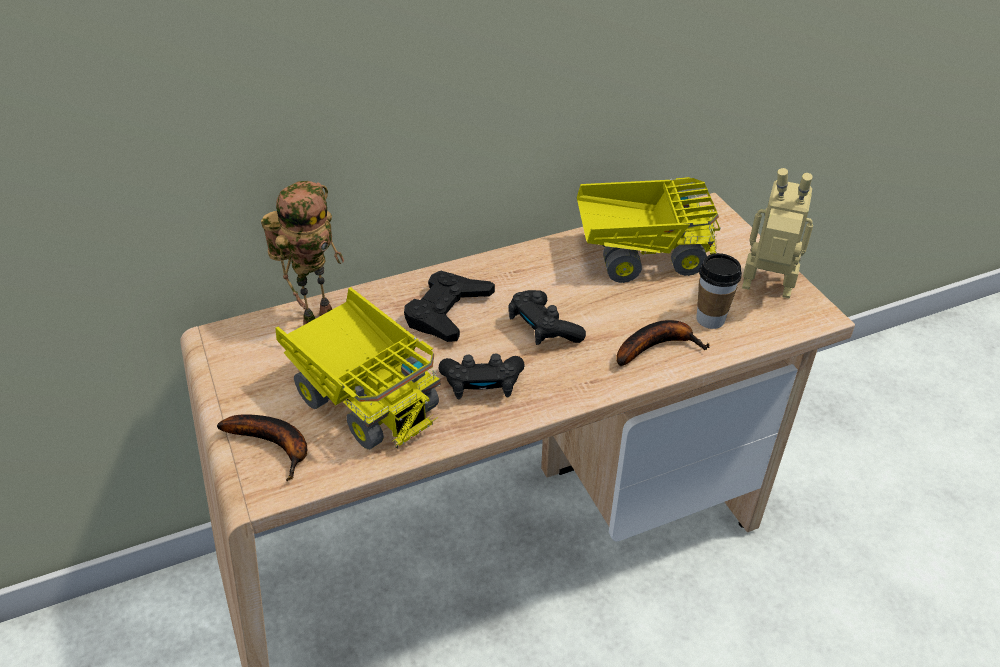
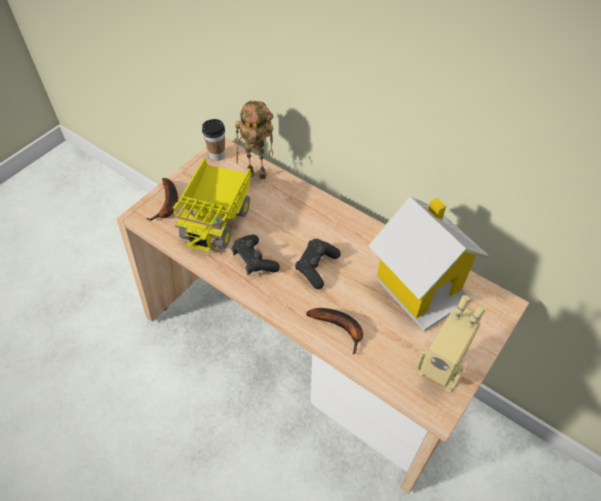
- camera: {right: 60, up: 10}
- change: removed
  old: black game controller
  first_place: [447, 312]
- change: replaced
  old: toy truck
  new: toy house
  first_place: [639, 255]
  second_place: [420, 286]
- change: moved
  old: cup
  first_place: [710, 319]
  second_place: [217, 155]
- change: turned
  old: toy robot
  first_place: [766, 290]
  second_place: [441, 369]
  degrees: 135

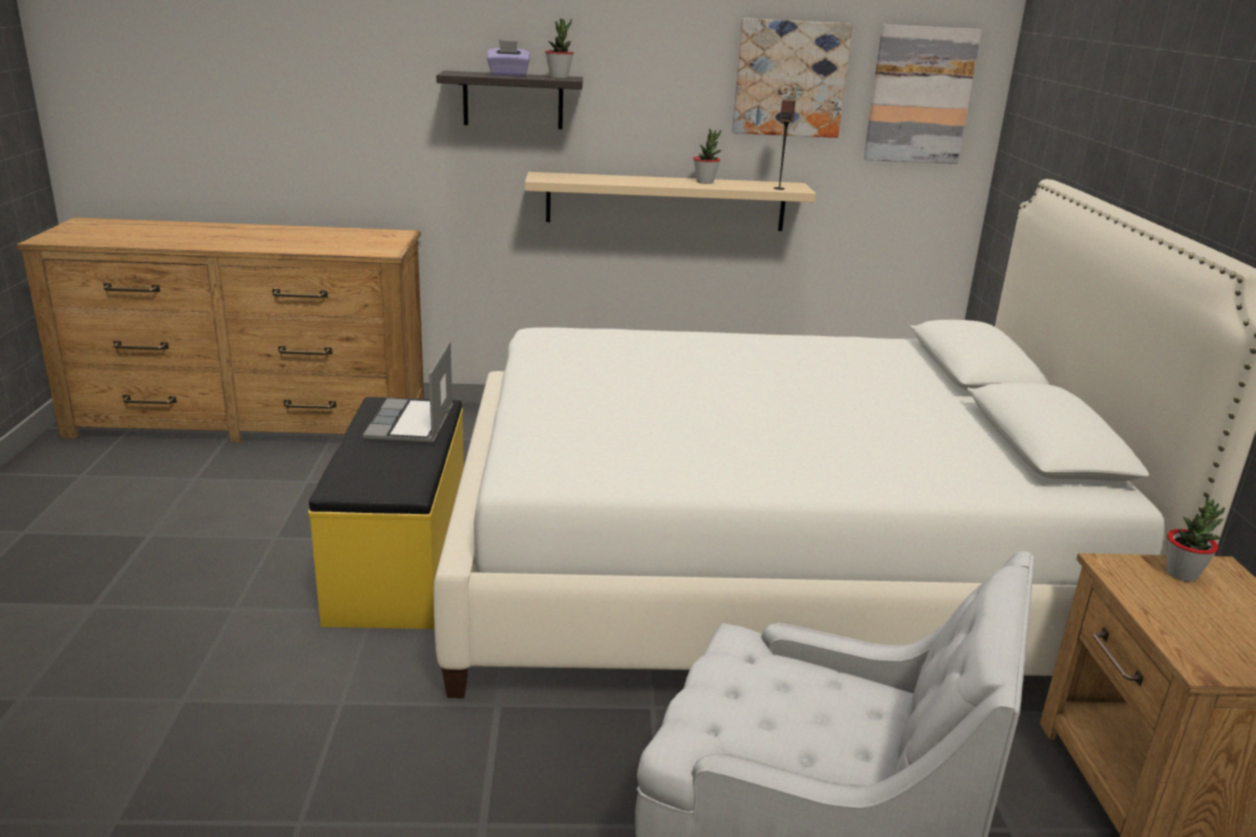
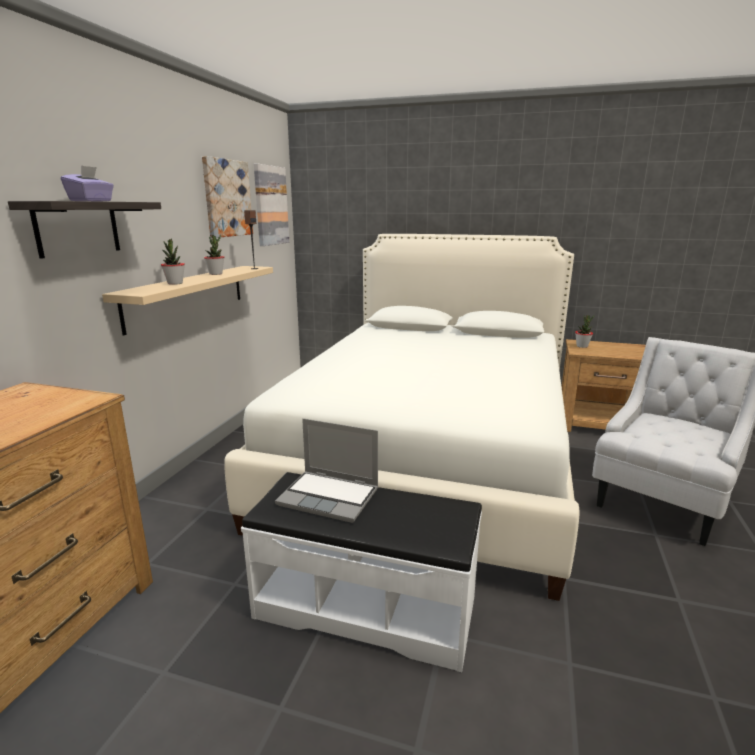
- camera: {right: -70, up: -5}
- change: recoloured
  old: yellow bench
  new: white bench
  first_place: [402, 559]
  second_place: [366, 606]
- change: moved
  old: potted plant
  first_place: [559, 77]
  second_place: [175, 283]

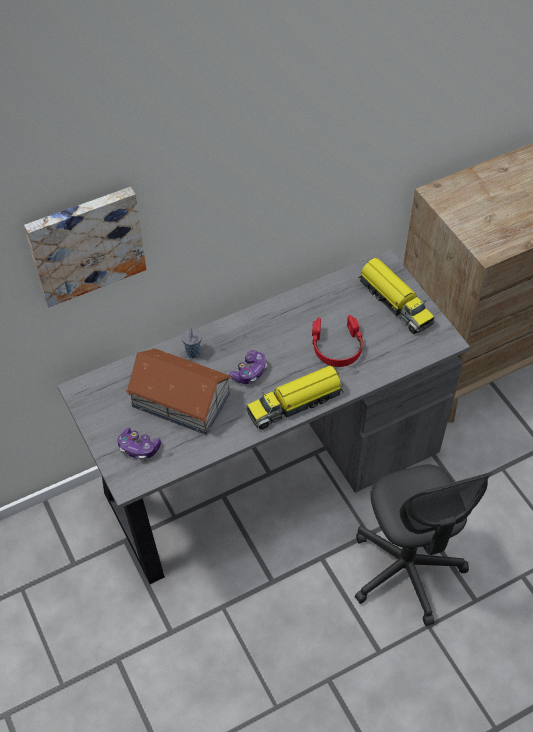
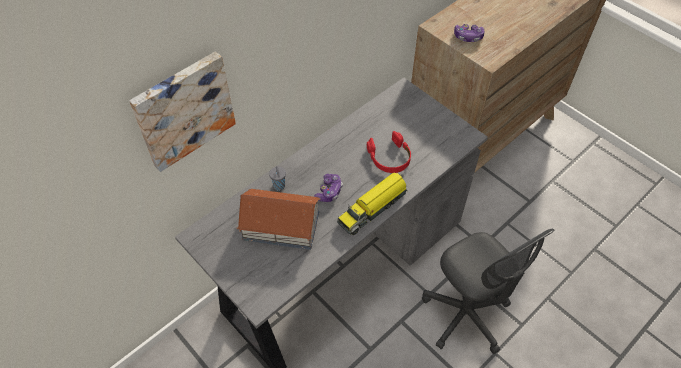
- camera: {right: -15, up: 0}
- change: moved
  old: game controller
  first_place: [138, 448]
  second_place: [468, 37]
- change: removed
  old: toy truck
  first_place: [394, 302]

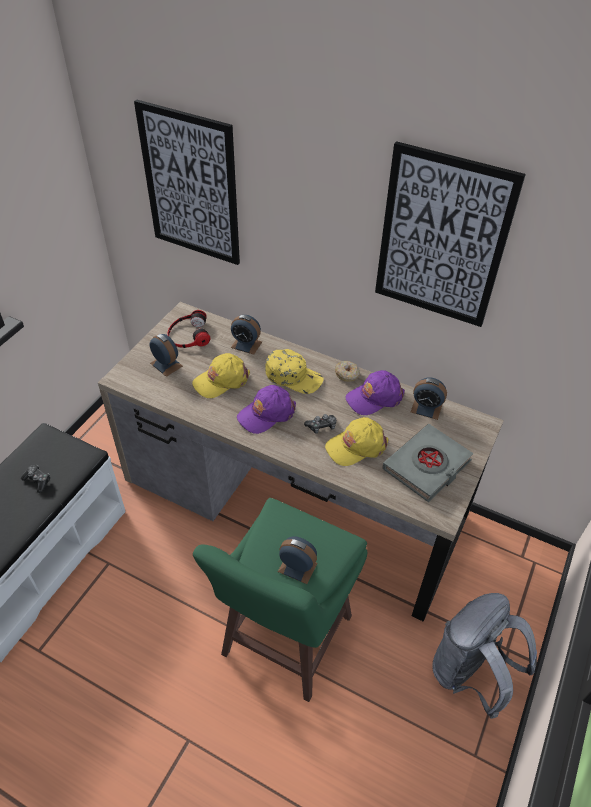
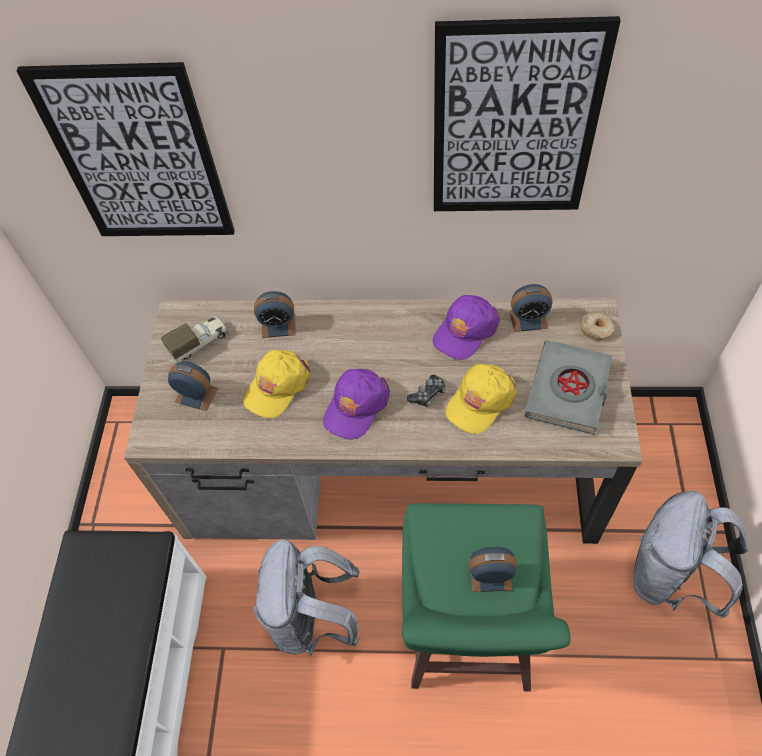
- camera: {right: -20, up: 10}
- change: removed
  old: game controller
  first_place: [38, 481]
- change: replaced
  old: headphones
  new: toy truck
  first_place: [188, 335]
  second_place: [199, 342]
- change: removed
  old: yellow cap
  first_place: [294, 376]
- change: moved
  old: donut
  first_place: [347, 374]
  second_place: [596, 329]
- change: added
  new: grey backpack
  second_place: [313, 618]

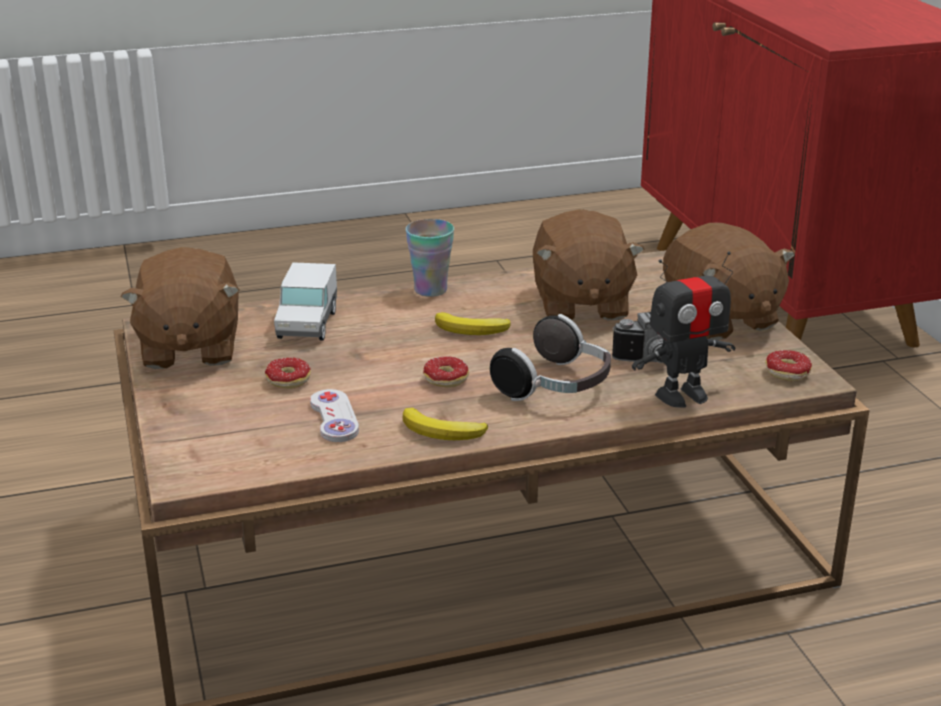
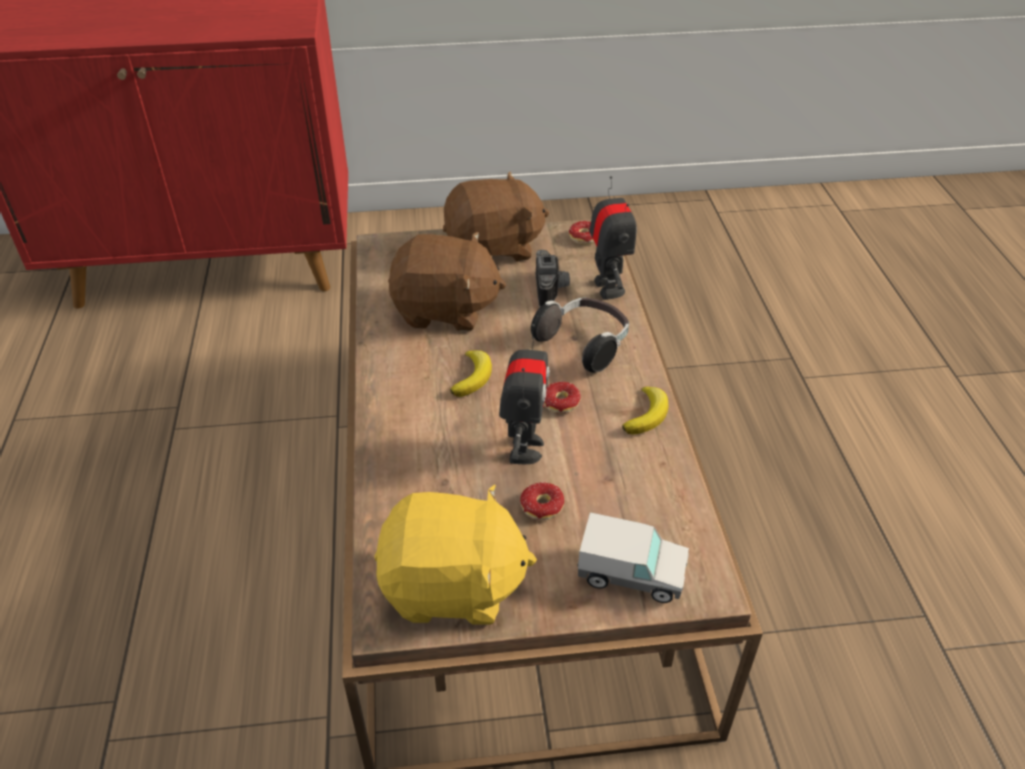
- camera: {right: -80, up: 15}
- change: recoloured
  old: brown plush toy
  new: yellow plush toy
  first_place: [189, 348]
  second_place: [453, 586]
- change: moved
  old: toy truck
  first_place: [307, 324]
  second_place: [631, 574]
- change: removed
  old: white game controller
  first_place: [334, 418]
- change: removed
  old: cup
  first_place: [430, 290]
- change: added
  new: toy robot
  second_place: [524, 448]

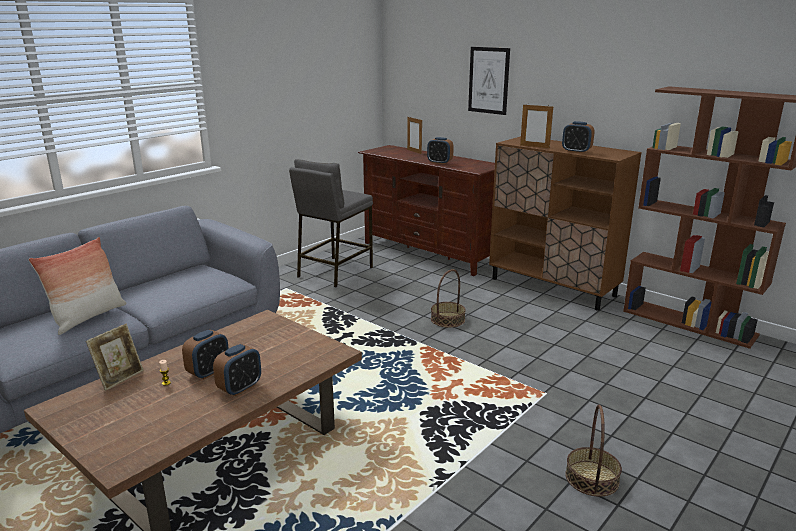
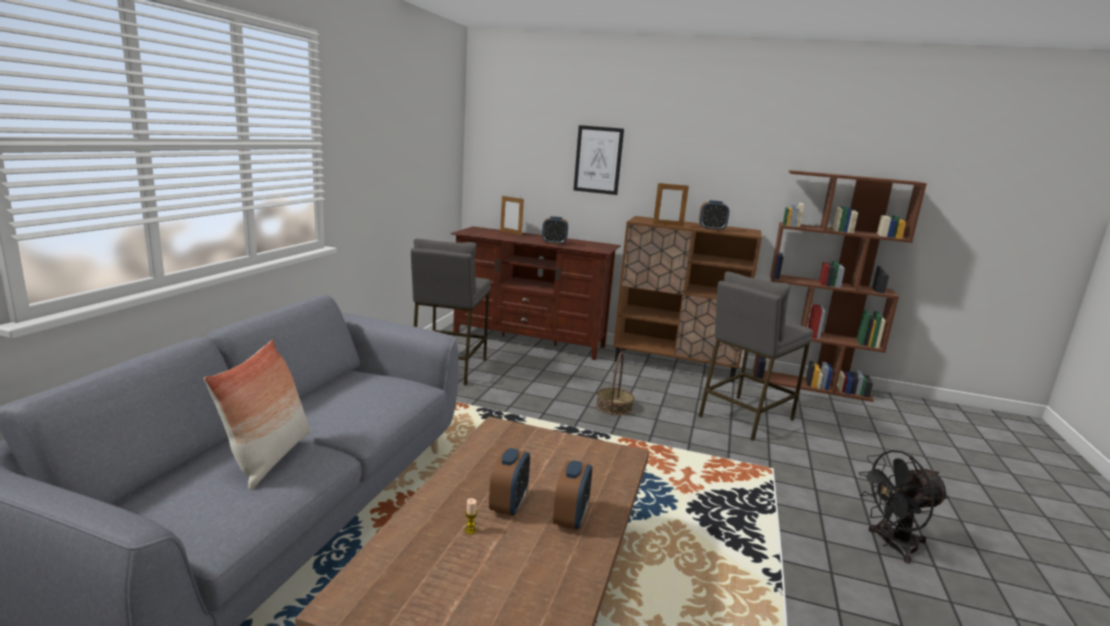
- camera: {right: -25, up: -5}
- change: removed
  old: picture frame
  first_place: [120, 378]
- change: replaced
  old: basket
  new: black fan
  first_place: [592, 478]
  second_place: [891, 545]
- change: added
  new: grey stool
  second_place: [744, 417]

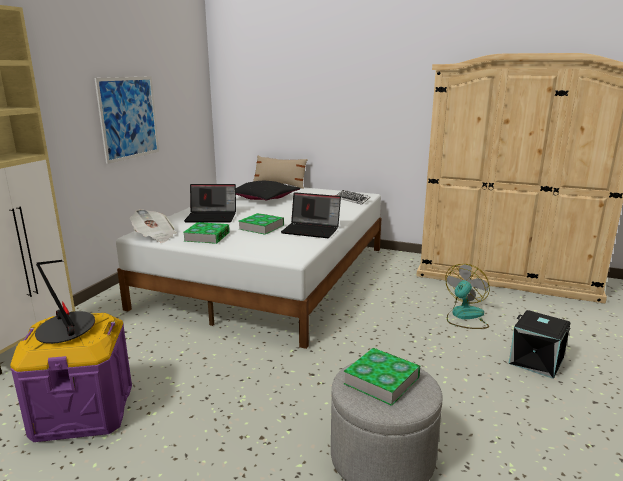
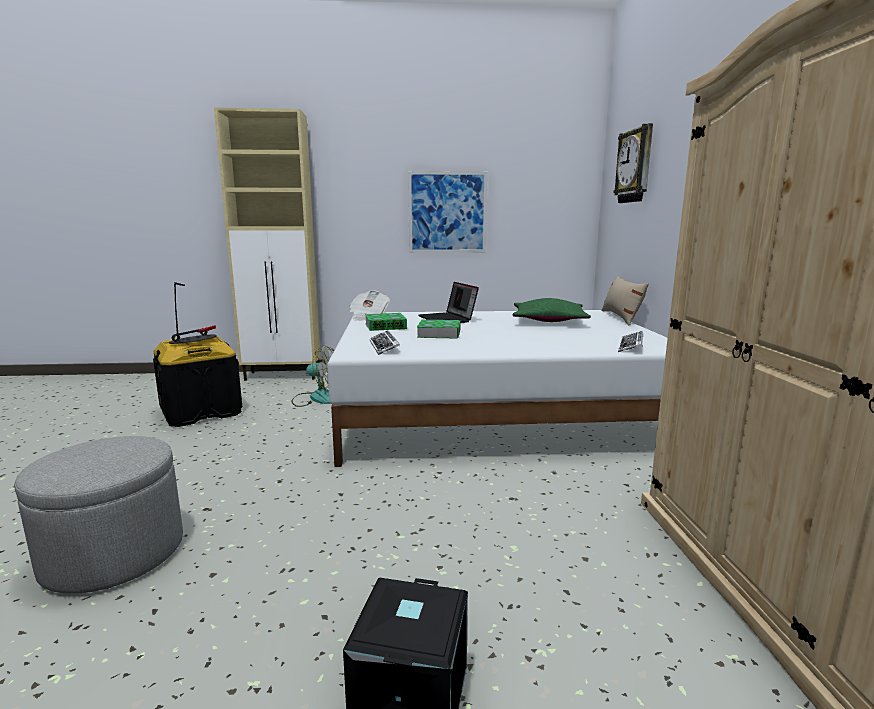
- camera: {right: 65, up: -5}
- change: recoloured
  old: purple storage box
  new: black storage box
  first_place: [83, 410]
  second_place: [201, 412]
- change: recoloured
  old: black pillow
  new: green pillow
  first_place: [263, 198]
  second_place: [548, 321]
- change: removed
  old: laptop
  first_place: [312, 230]
- change: removed
  old: book
  first_place: [381, 380]
- change: moved
  old: fan
  first_place: [464, 316]
  second_place: [316, 398]
- change: added
  new: keyboard
  second_place: [384, 346]
- change: added
  new: wall clock
  second_place: [635, 166]

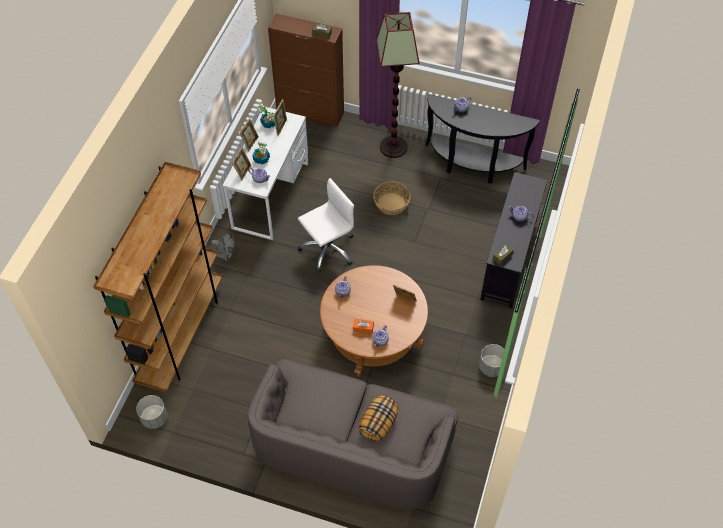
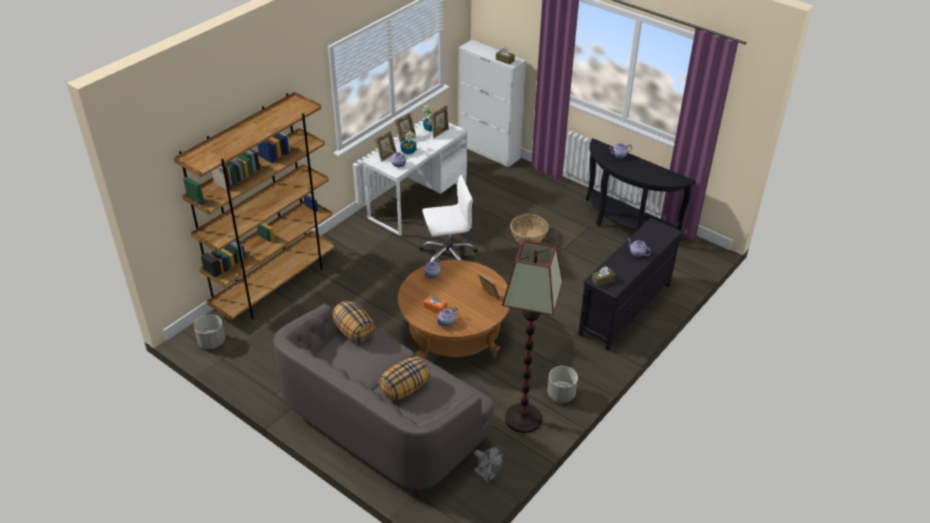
- camera: {right: 20, up: -15}
- change: moved
  old: grey fan
  first_place: [226, 256]
  second_place: [487, 476]
- change: recoloured
  old: brown cabinet
  new: white cabinet
  first_place: [310, 112]
  second_place: [489, 151]
- change: moved
  old: floor lamp
  first_place: [393, 147]
  second_place: [523, 418]
- change: added
  new: pillow
  second_place: [354, 332]

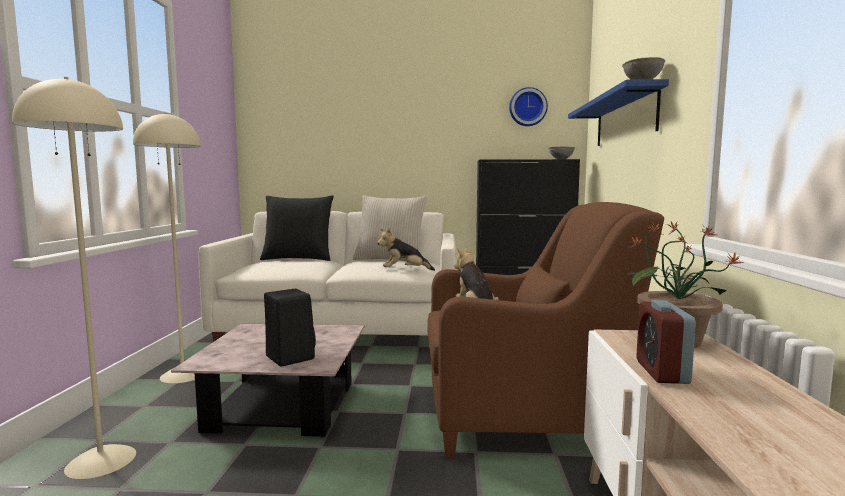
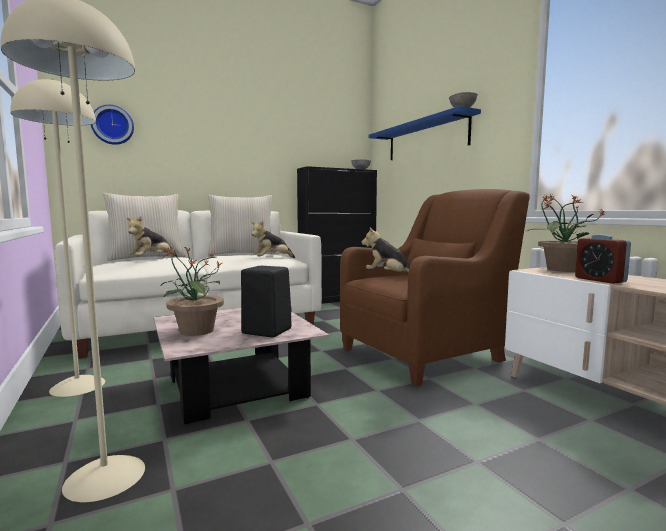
- camera: {right: -30, up: 0}
- change: recoloured
  old: black pillow
  new: beige pillow
  first_place: [298, 259]
  second_place: [146, 258]
- change: moved
  old: wall clock
  first_place: [527, 107]
  second_place: [112, 125]
- change: added
  new: plush toy
  second_place: [152, 259]
- change: added
  new: potted plant
  second_place: [195, 331]

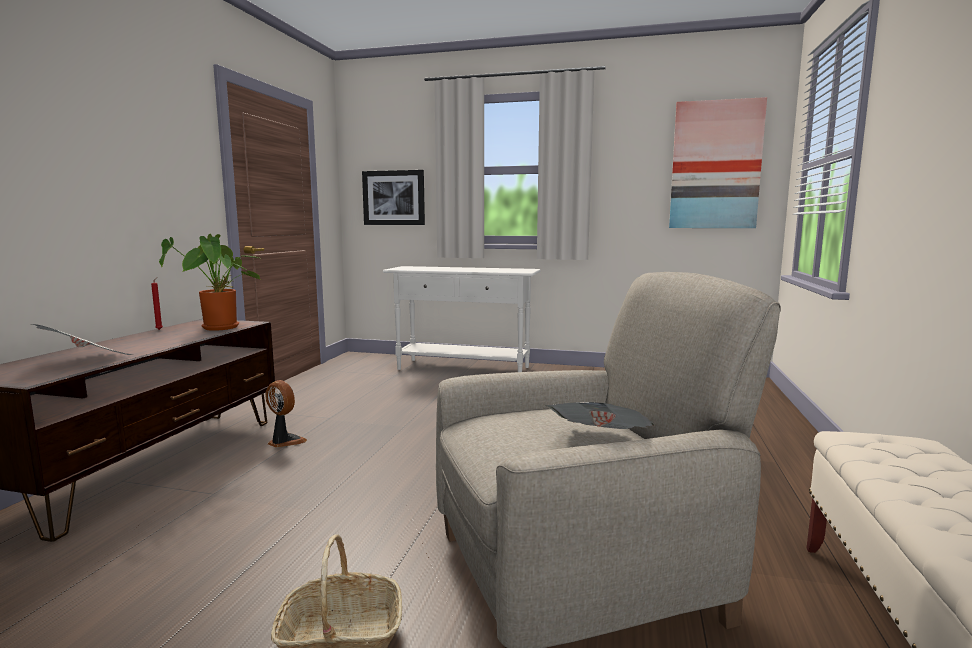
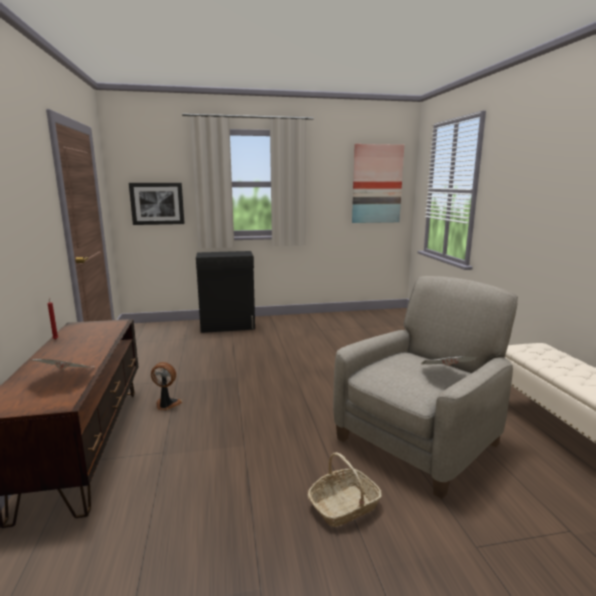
- camera: {right: -25, up: 5}
- change: removed
  old: potted plant
  first_place: [220, 328]
- change: replaced
  old: white console table
  new: black cabinet
  first_place: [463, 368]
  second_place: [228, 326]

